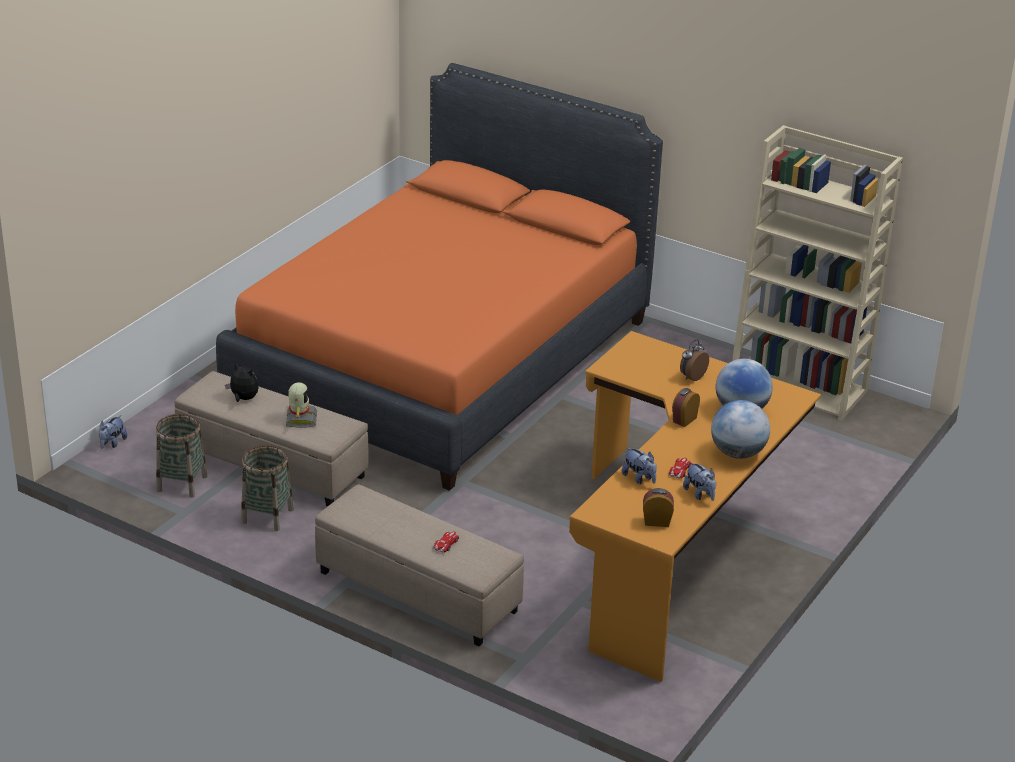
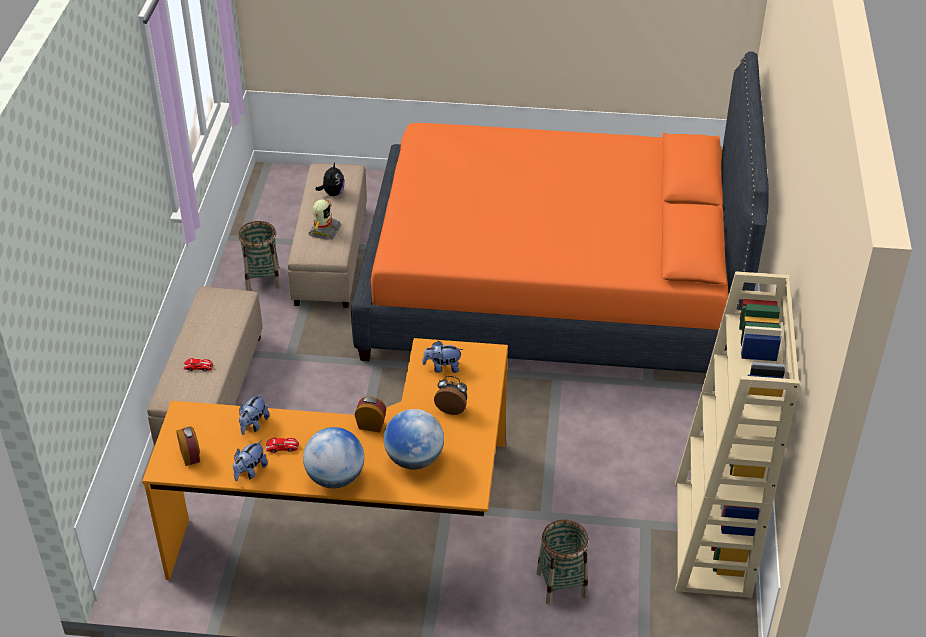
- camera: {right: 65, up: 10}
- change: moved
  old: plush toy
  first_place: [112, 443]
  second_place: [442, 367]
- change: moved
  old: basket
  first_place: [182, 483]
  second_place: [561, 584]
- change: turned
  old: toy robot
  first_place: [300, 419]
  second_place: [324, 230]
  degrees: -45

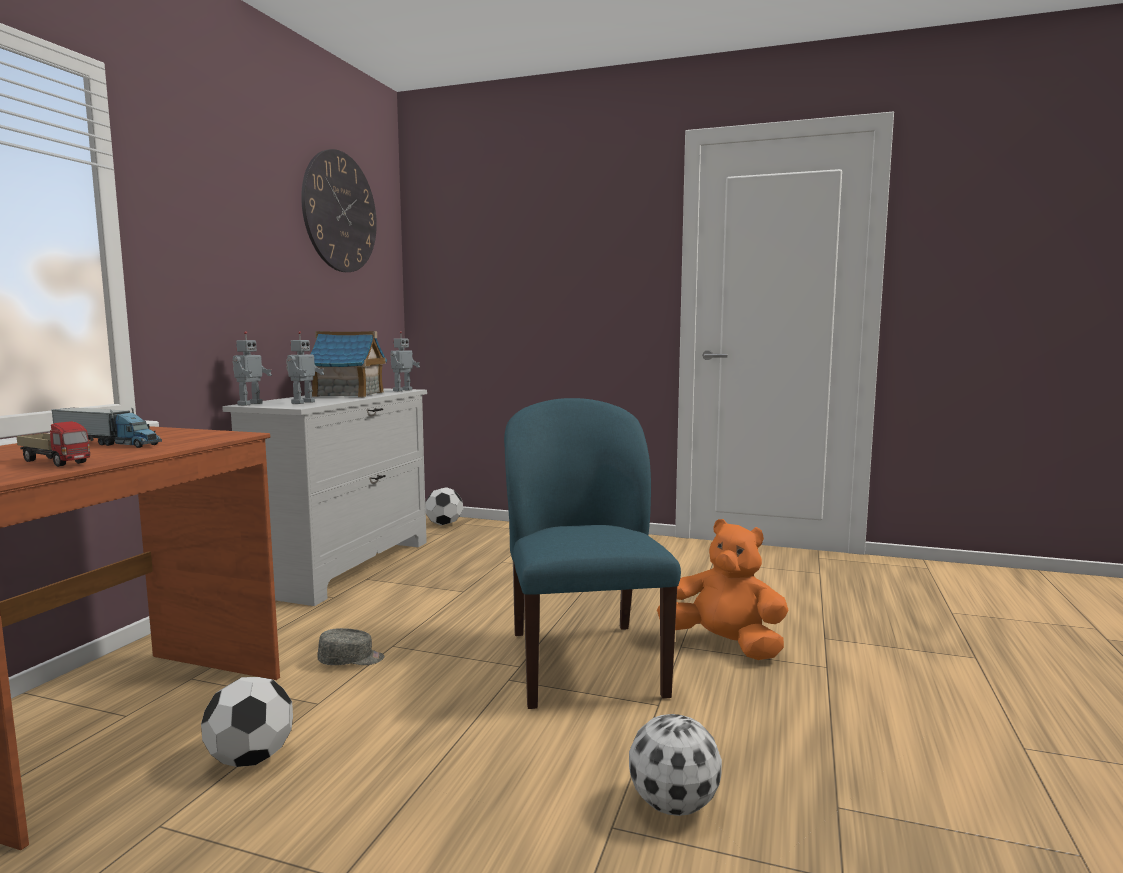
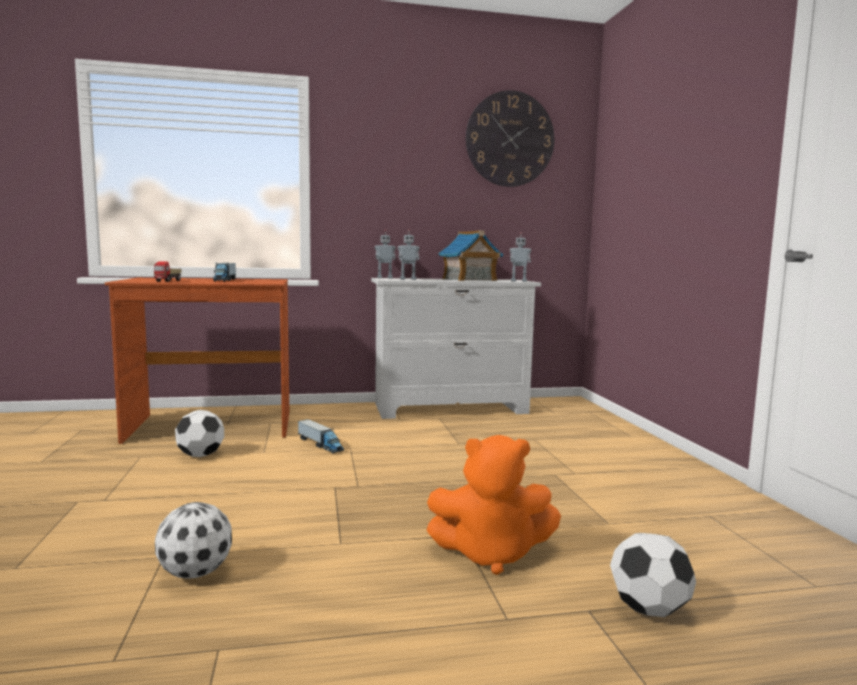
- camera: {right: 60, up: 0}
- change: replaced
  old: grey cap
  new: toy truck
  first_place: [351, 660]
  second_place: [320, 444]
- change: moved
  old: football
  first_place: [444, 524]
  second_place: [648, 609]
- change: removed
  old: blue chair
  first_place: [584, 661]
- change: turned
  old: orange plush toy
  first_place: [724, 645]
  second_place: [491, 554]
  degrees: 90

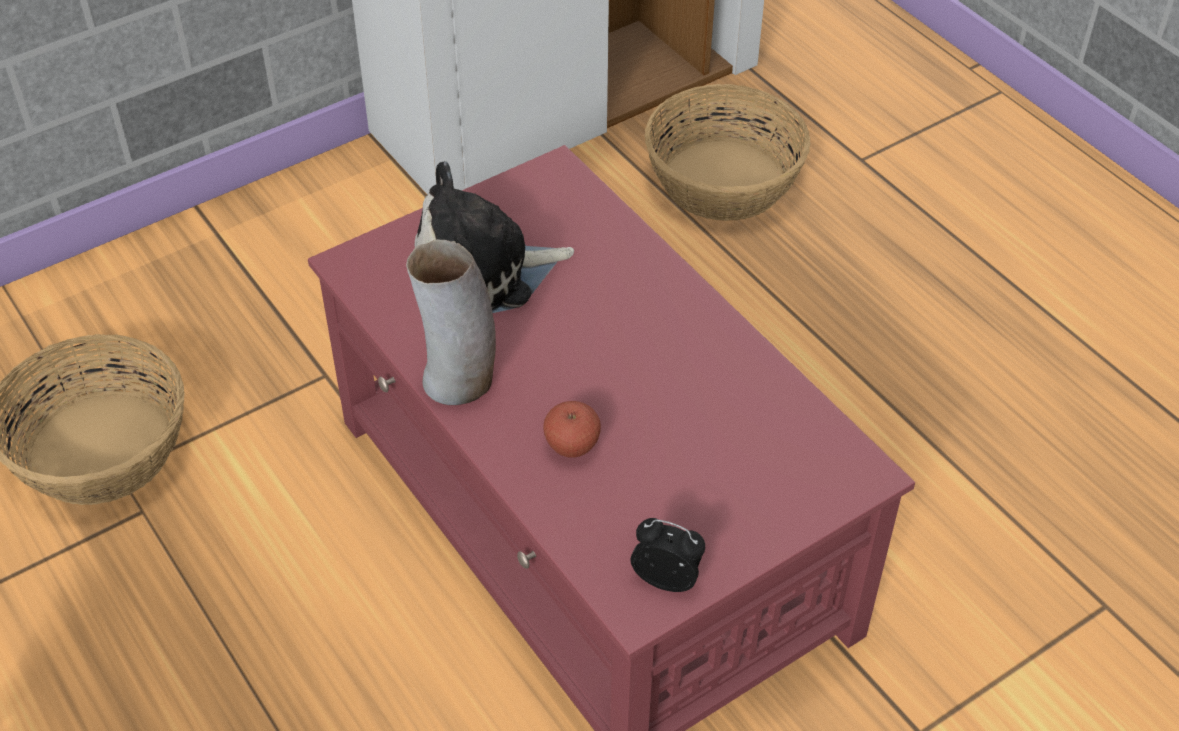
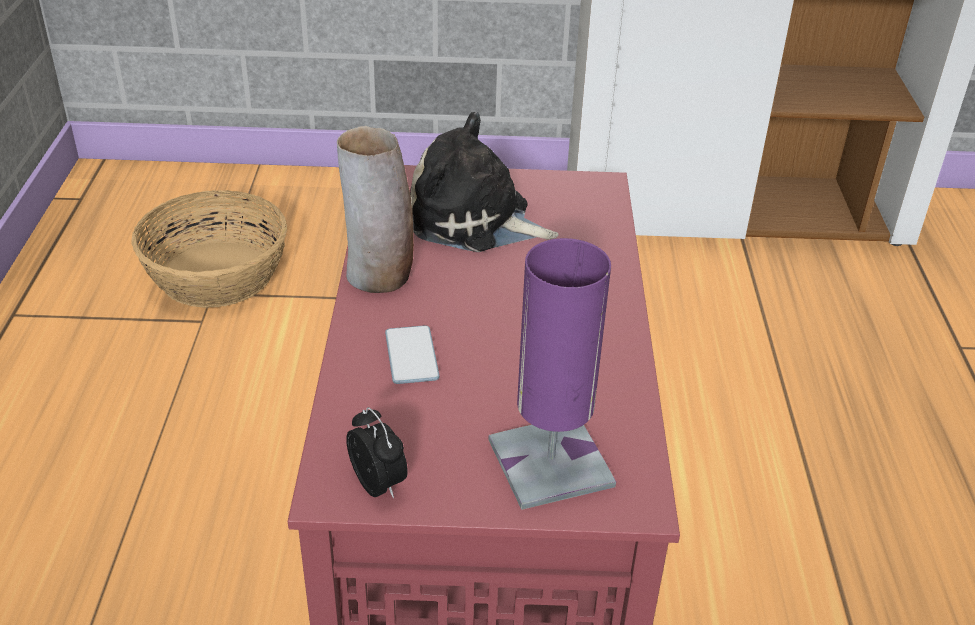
- camera: {right: 35, up: -10}
- change: replaced
  old: apple
  new: phone
  first_place: [572, 446]
  second_place: [411, 356]
- change: removed
  old: basket
  first_place: [722, 181]
- change: added
  new: purple table lamp
  second_place: [550, 463]

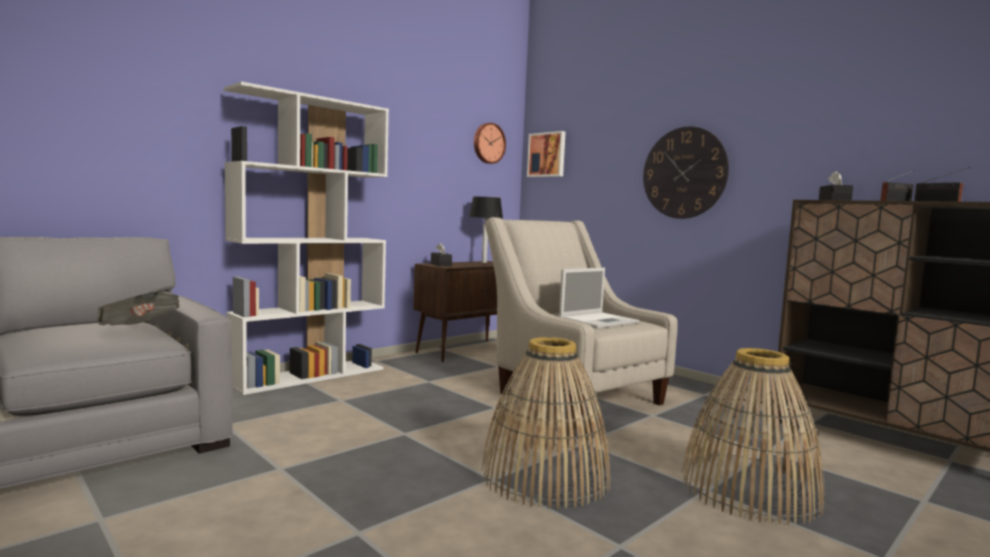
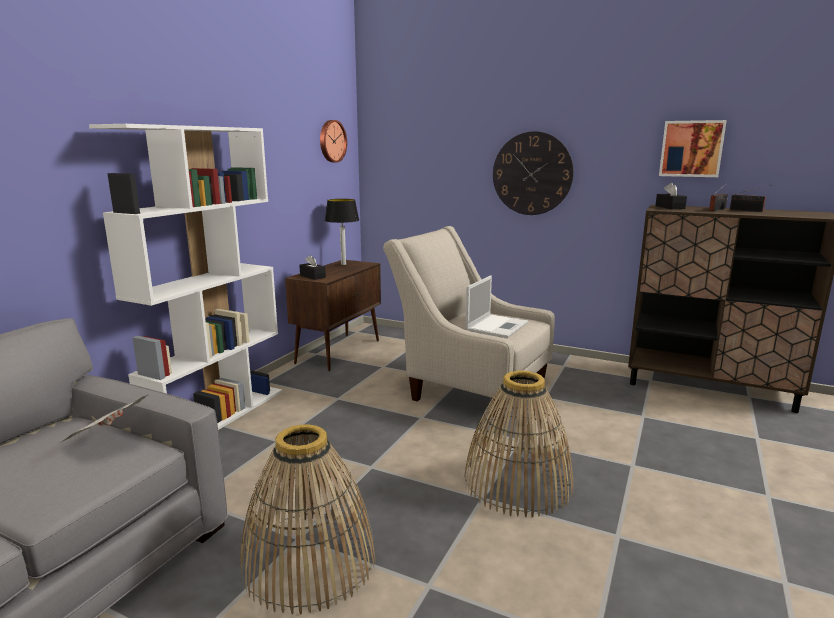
- camera: {right: -20, up: 10}
- change: moved
  old: picture
  first_place: [547, 155]
  second_place: [691, 148]
- change: moved
  old: basket
  first_place: [749, 489]
  second_place: [309, 561]

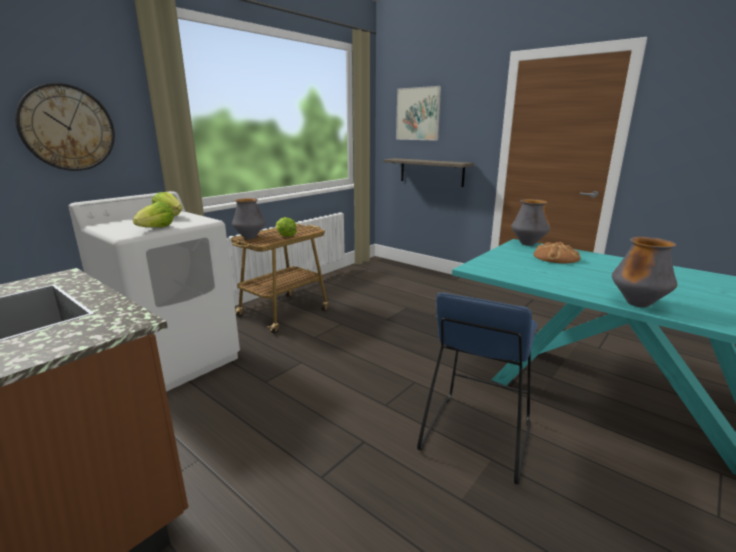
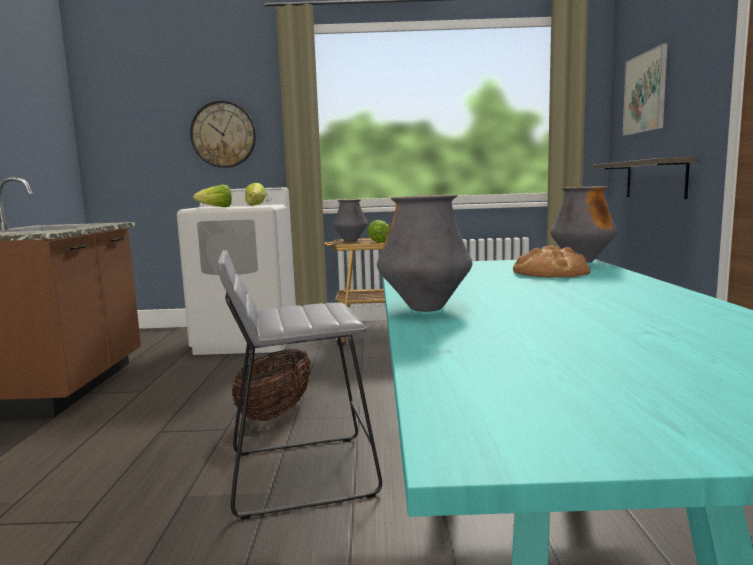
- camera: {right: 50, up: -10}
- change: recoloured
  old: blue stool
  new: grey stool
  first_place: [475, 436]
  second_place: [302, 473]
- change: added
  new: basket
  second_place: [276, 413]

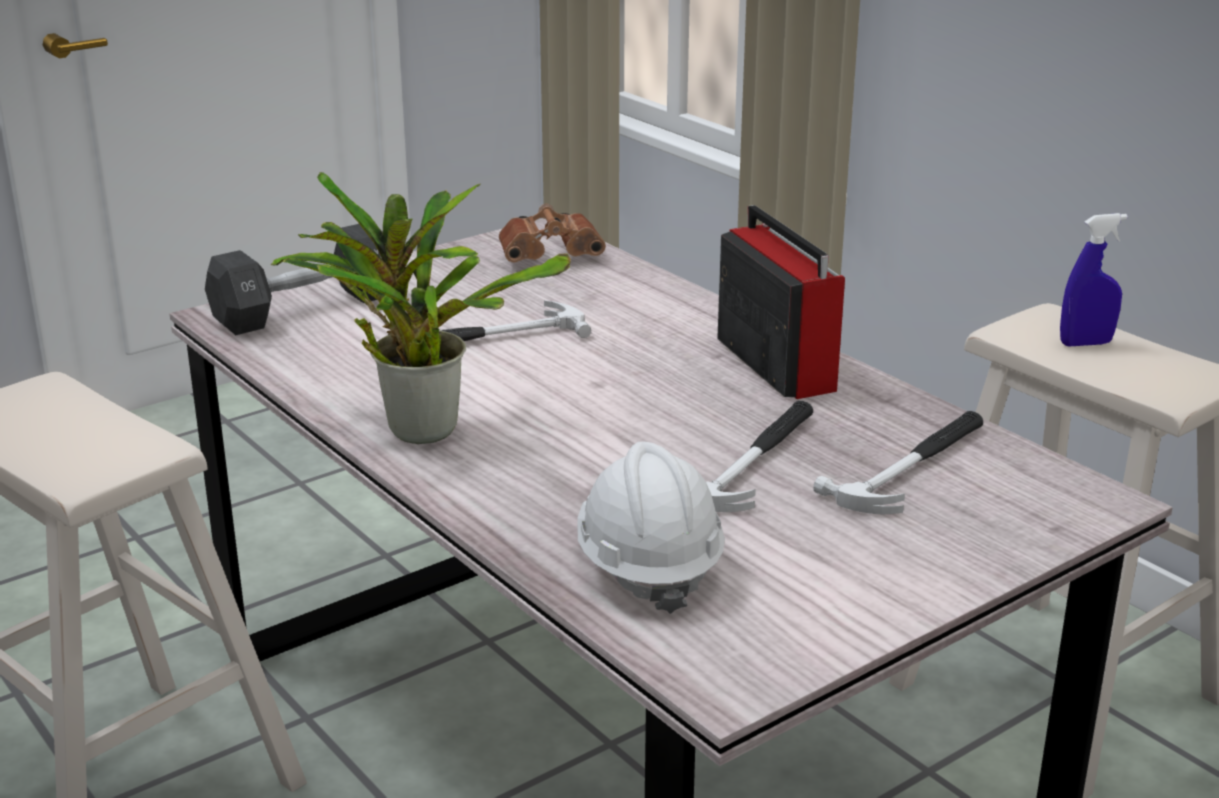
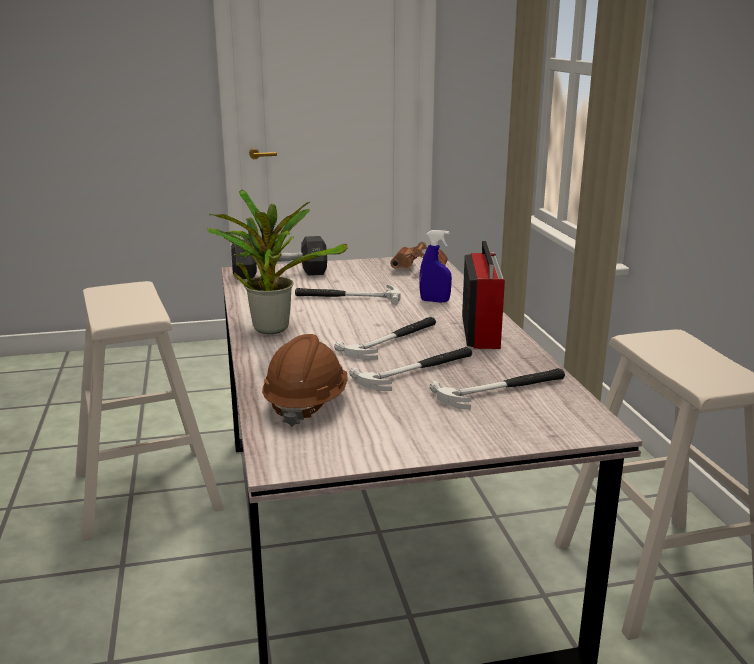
- camera: {right: 25, up: -5}
- change: recoloured
  old: white hard hat
  new: brown hard hat
  first_place: [648, 566]
  second_place: [306, 404]
- change: moved
  old: blue spray bottle
  first_place: [1085, 343]
  second_place: [434, 301]
- change: added
  new: hammer
  second_place: [392, 341]

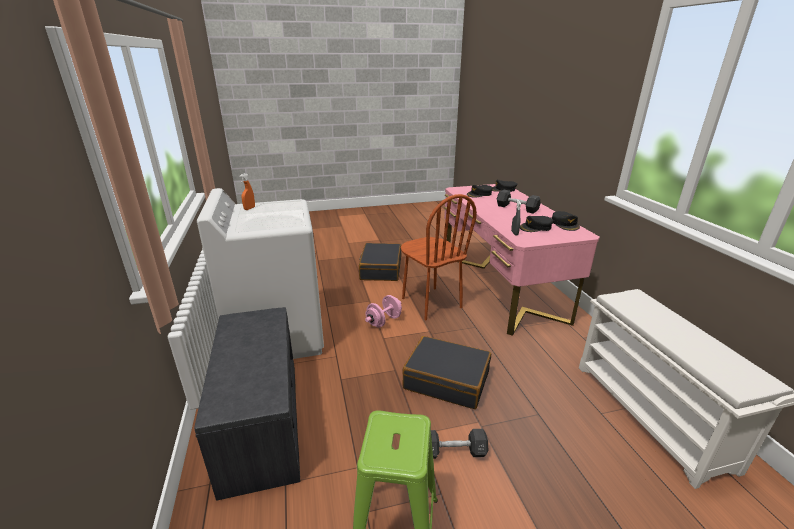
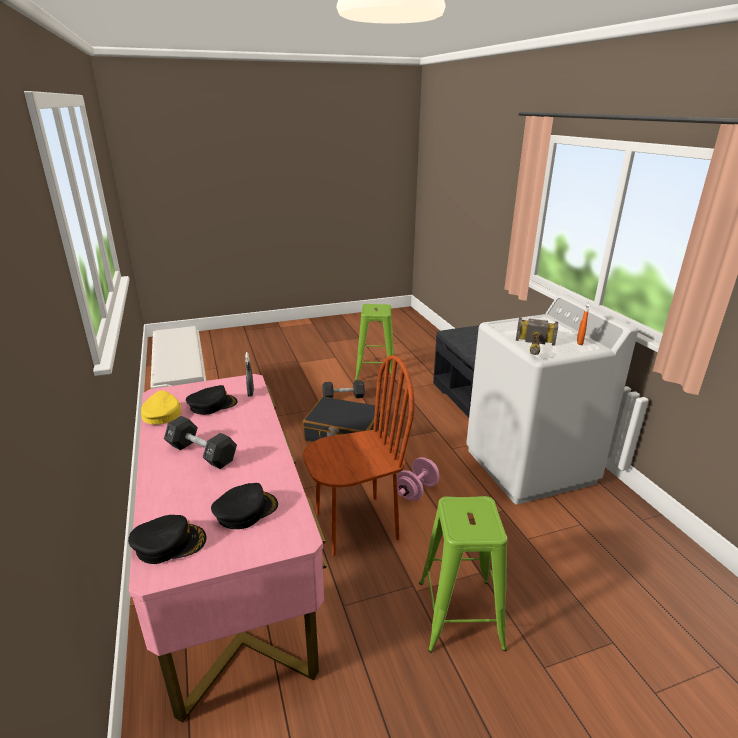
- camera: {right: 175, up: 0}
- change: replaced
  old: black suitcase
  new: green stool
  first_place: [380, 269]
  second_place: [460, 615]
- change: turned
  old: brown chair
  first_place: [431, 303]
  second_place: [356, 525]
  degrees: 105
- change: recoloured
  old: black cap
  new: yellow cap
  first_place: [565, 224]
  second_place: [162, 413]
- change: added
  new: hammer
  second_place: [534, 348]

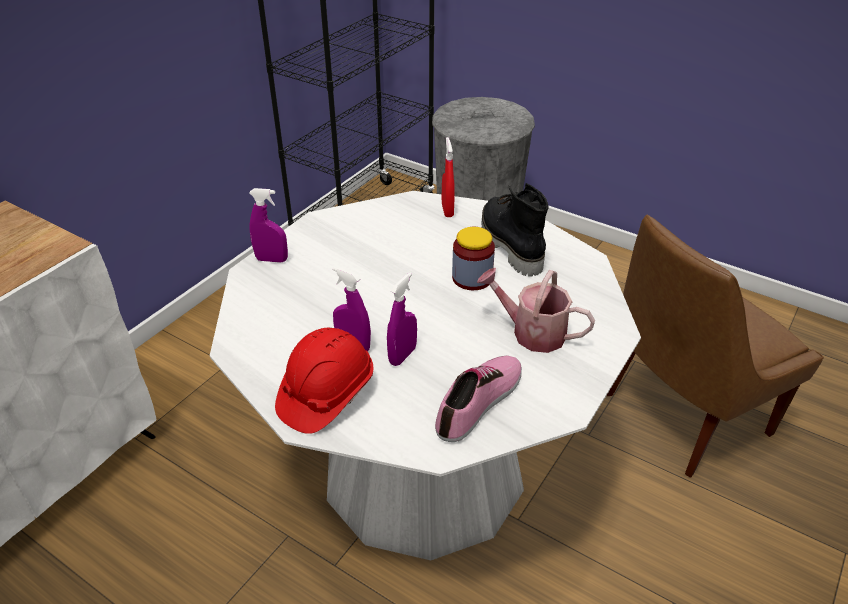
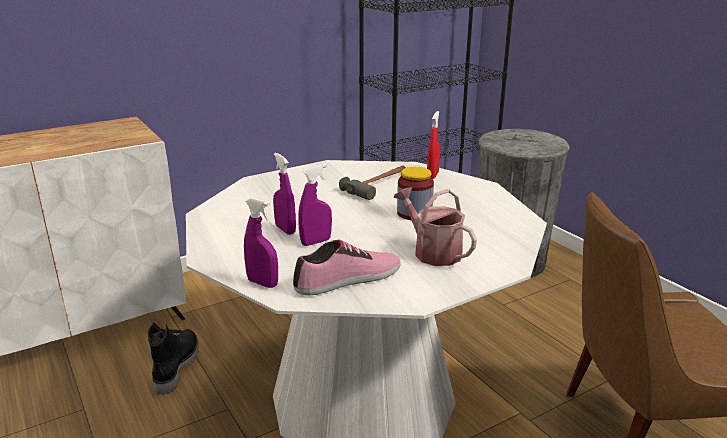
- camera: {right: 25, up: -15}
- change: moved
  old: purple spray bottle
  first_place: [272, 259]
  second_place: [262, 283]
- change: removed
  old: red hard hat
  first_place: [326, 394]
- change: moved
  old: black boot
  first_place: [509, 245]
  second_place: [175, 367]
- change: added
  new: hammer
  second_place: [379, 185]

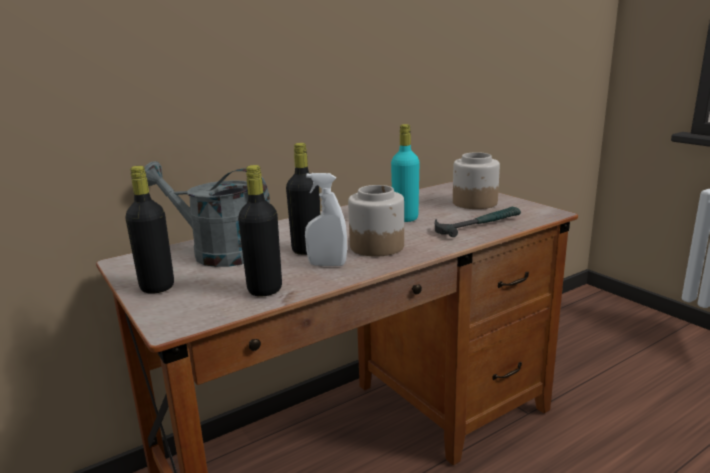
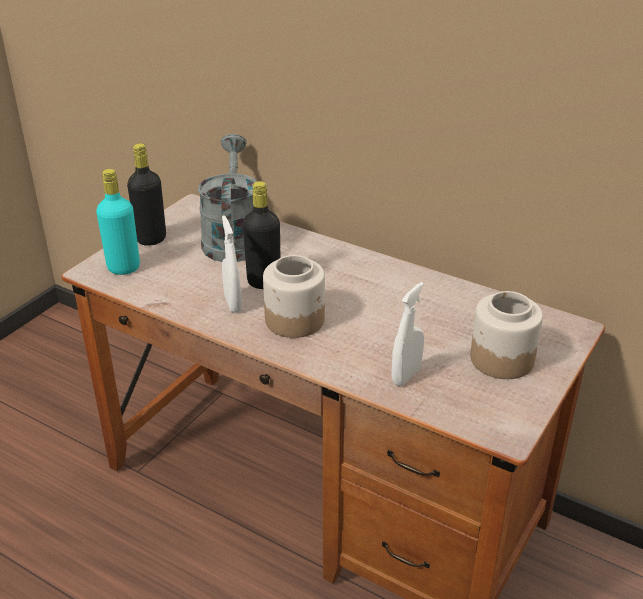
- camera: {right: 65, up: 15}
- change: removed
  old: black bottle
  first_place: [265, 289]
- change: moved
  old: turquoise bottle
  first_place: [405, 218]
  second_place: [123, 268]
- change: replaced
  old: hammer
  new: white spray bottle
  first_place: [477, 225]
  second_place: [406, 376]

